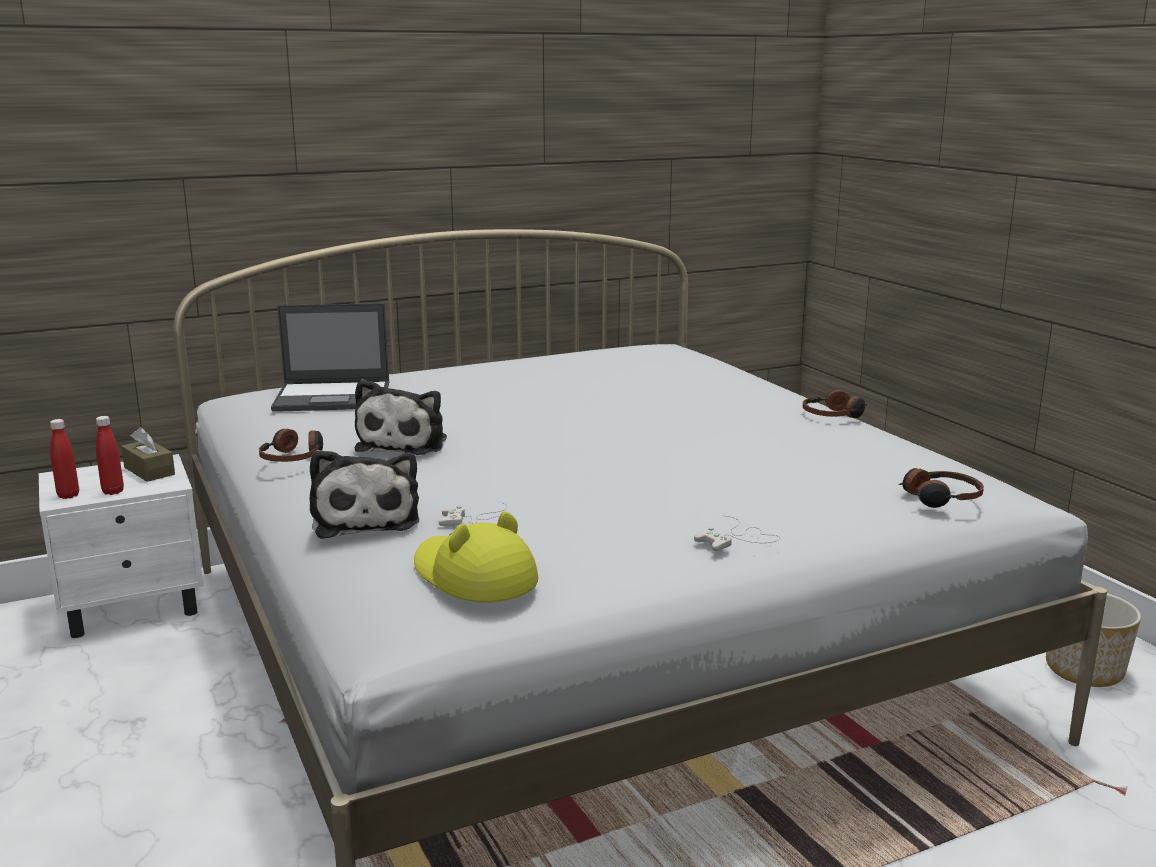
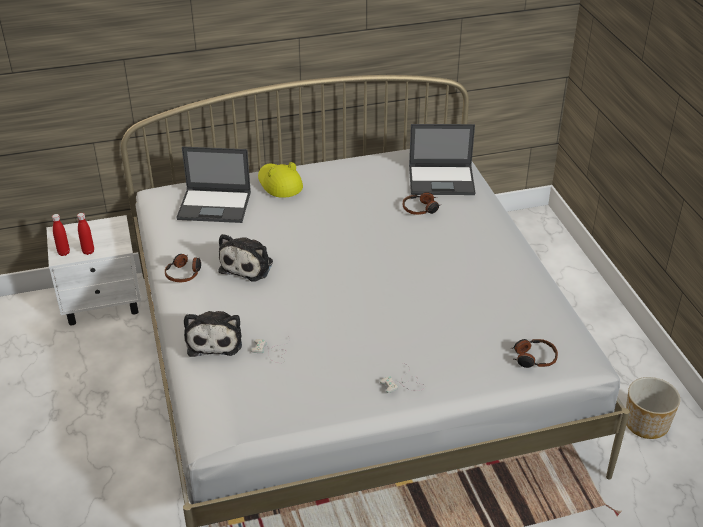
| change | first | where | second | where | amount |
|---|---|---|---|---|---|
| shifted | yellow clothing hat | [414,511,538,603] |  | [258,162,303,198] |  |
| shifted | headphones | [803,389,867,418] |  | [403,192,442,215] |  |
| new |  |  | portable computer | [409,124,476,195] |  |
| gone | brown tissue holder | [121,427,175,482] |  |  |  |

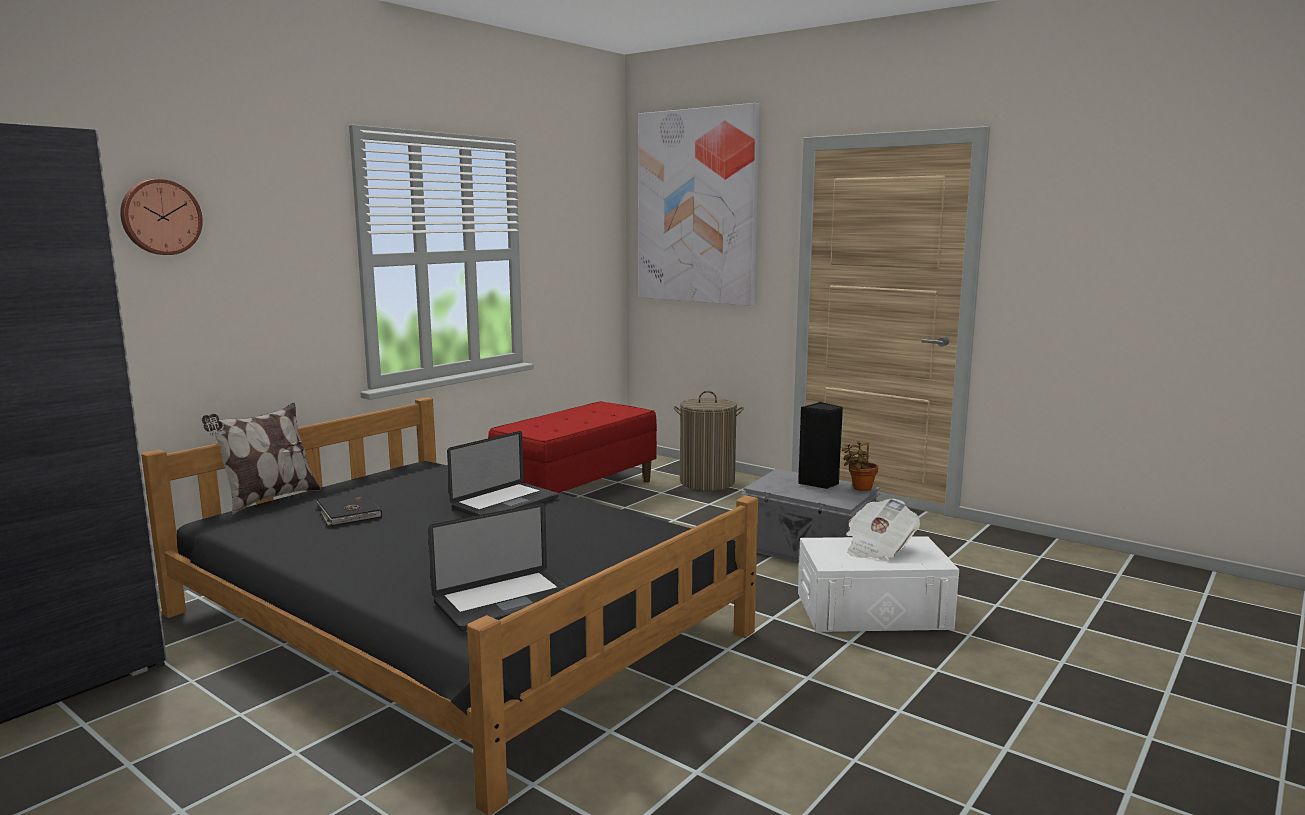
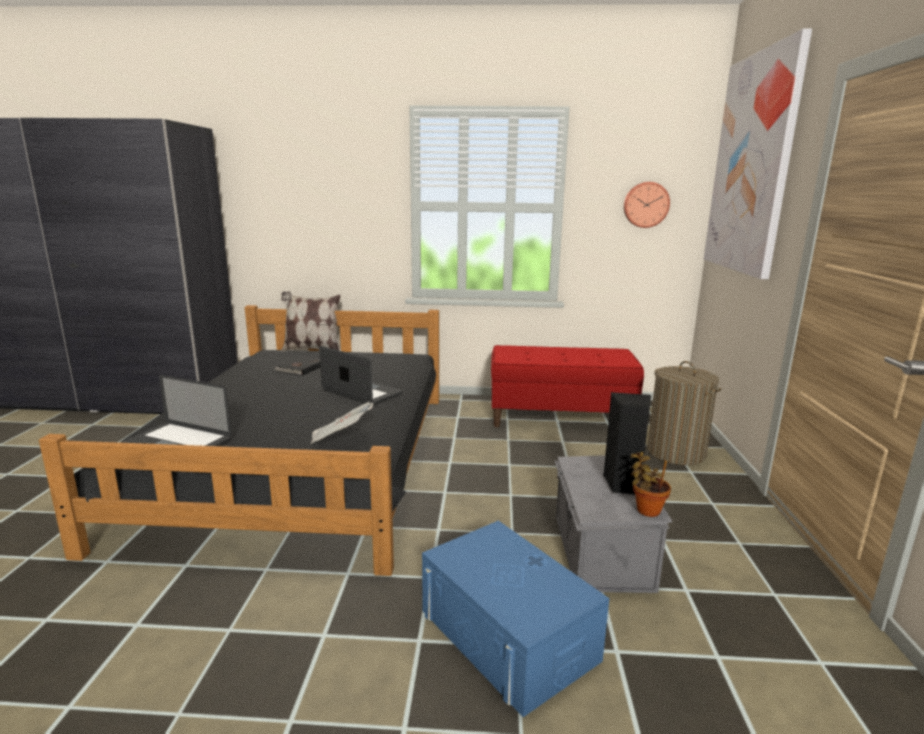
| change | first | where | second | where | amount |
|---|---|---|---|---|---|
| shifted | newspaper | [846,499,920,559] |  | [310,402,373,444] |  |
| rotated | portable computer | [447,431,559,516] |  | [319,346,402,405] | 150 degrees counterclockwise |
| repainted | white storage box | [798,536,959,632] | blue storage box | [422,521,609,717] |  |
| shifted | clock on the wall | [120,179,203,255] |  | [624,182,670,228] |  |

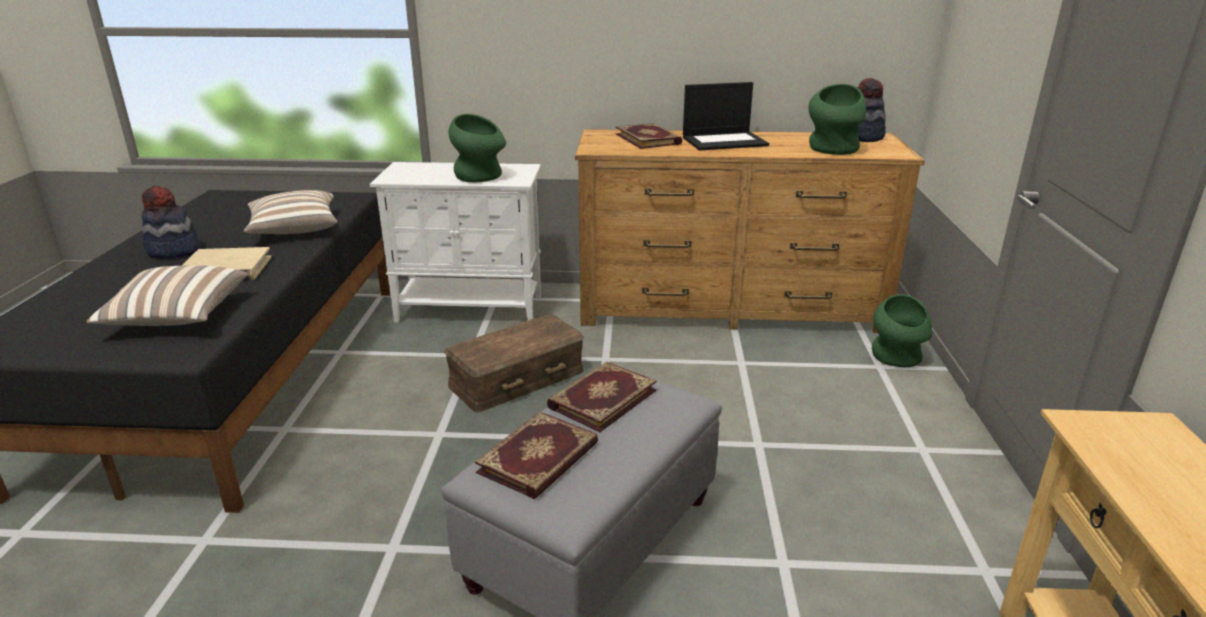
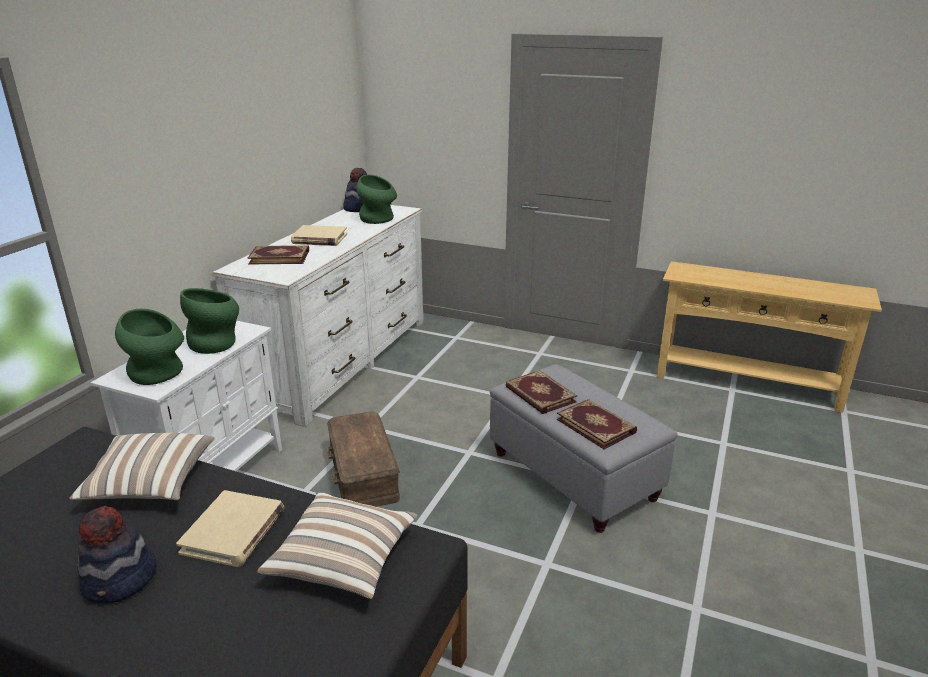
| change | first | where | second | where | amount |
|---|---|---|---|---|---|
| shifted | green decorative vase | [872,294,932,367] |  | [115,309,184,385] |  |
| repainted | brown dresser | [575,129,925,333] | white dresser | [212,205,423,427] |  |
| swapped | portable computer | [683,82,769,151] | beige book | [291,225,347,246] |  |

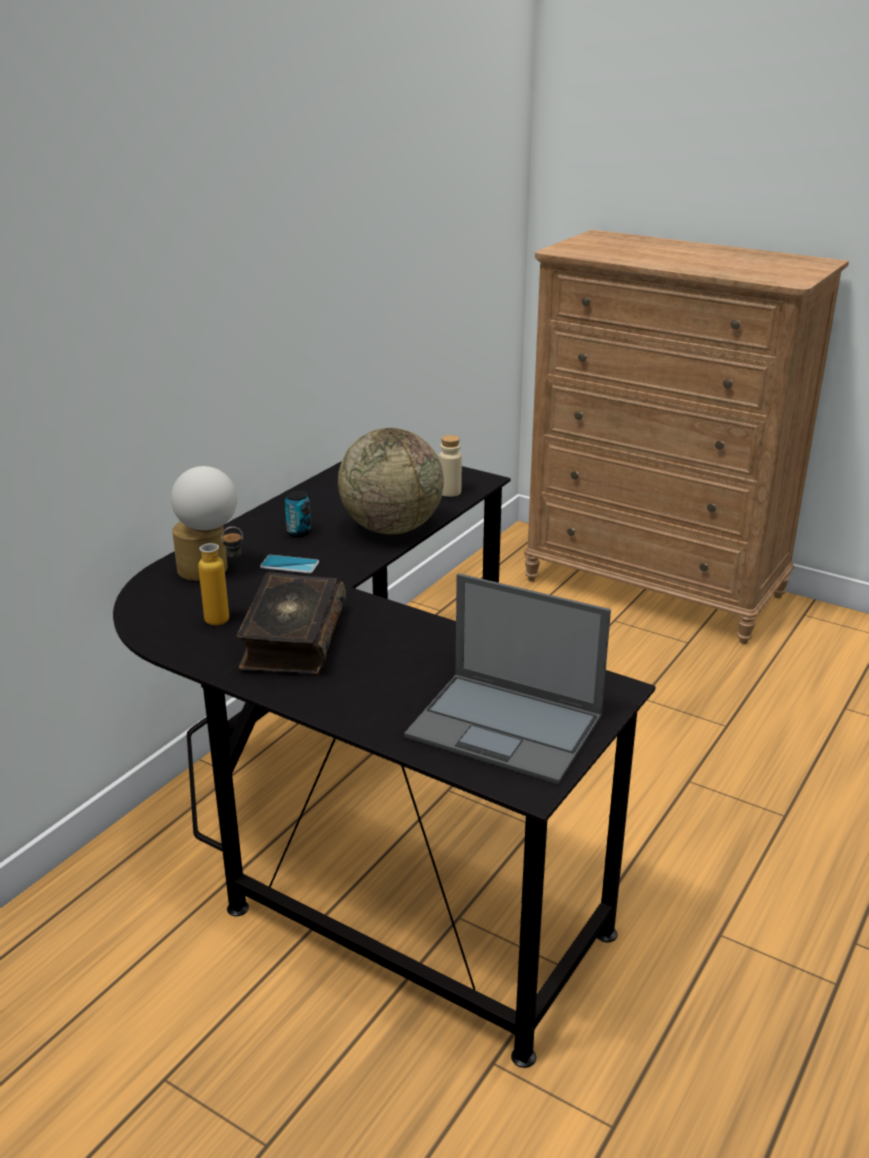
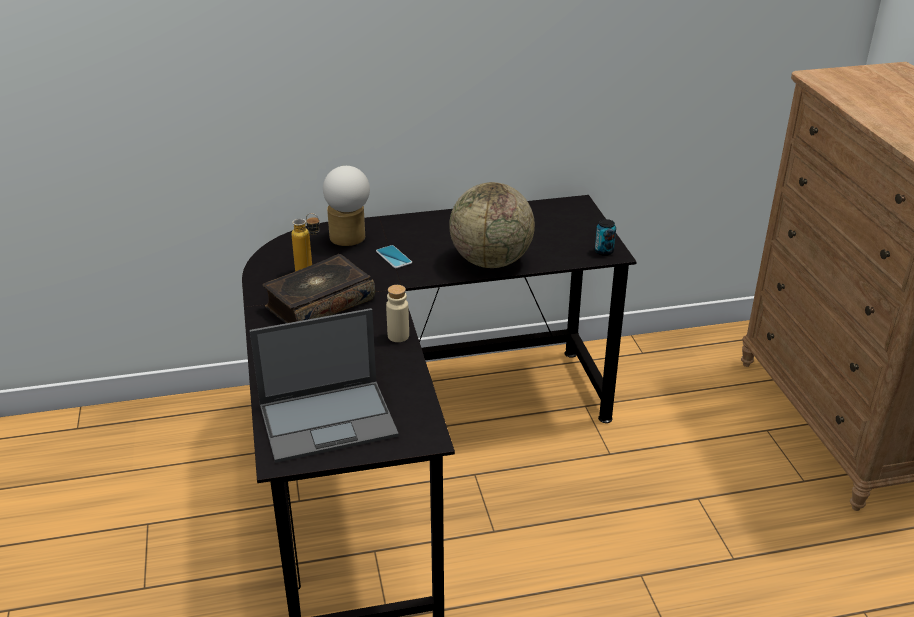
| change | first | where | second | where | amount |
|---|---|---|---|---|---|
| rotated | portable computer | [404,573,611,785] |  | [250,308,399,463] | 90 degrees counterclockwise |
| shifted | beige beverage bottle | [439,435,462,497] |  | [386,285,409,342] |  |
| shifted | sealed can | [285,491,311,537] |  | [595,219,616,256] |  |

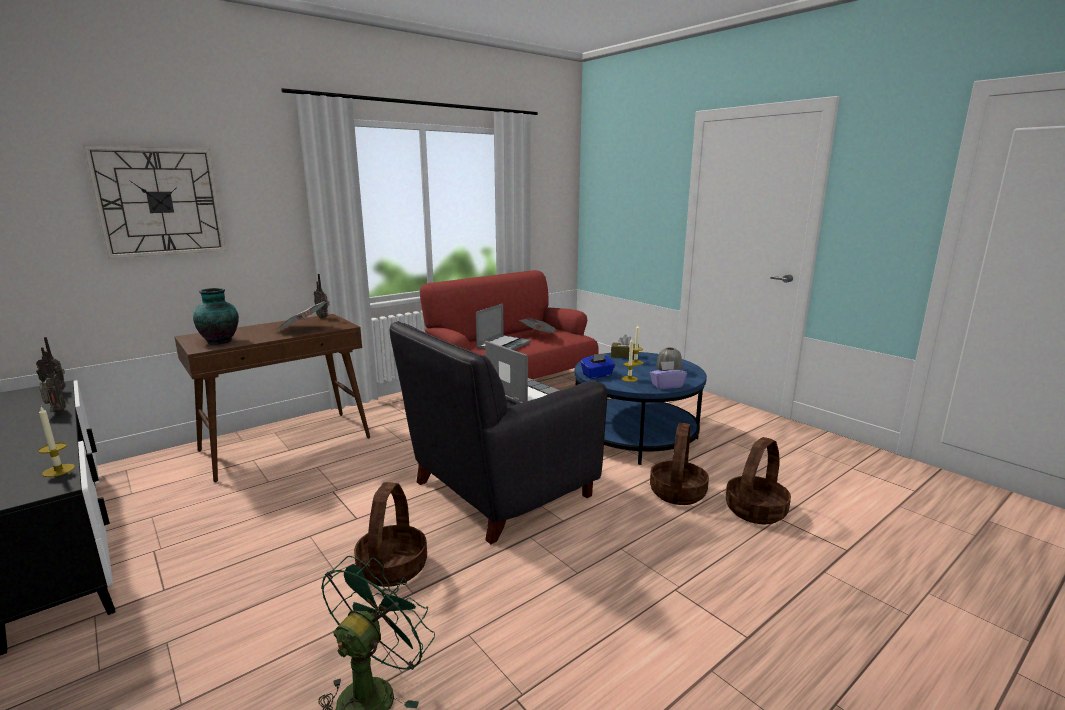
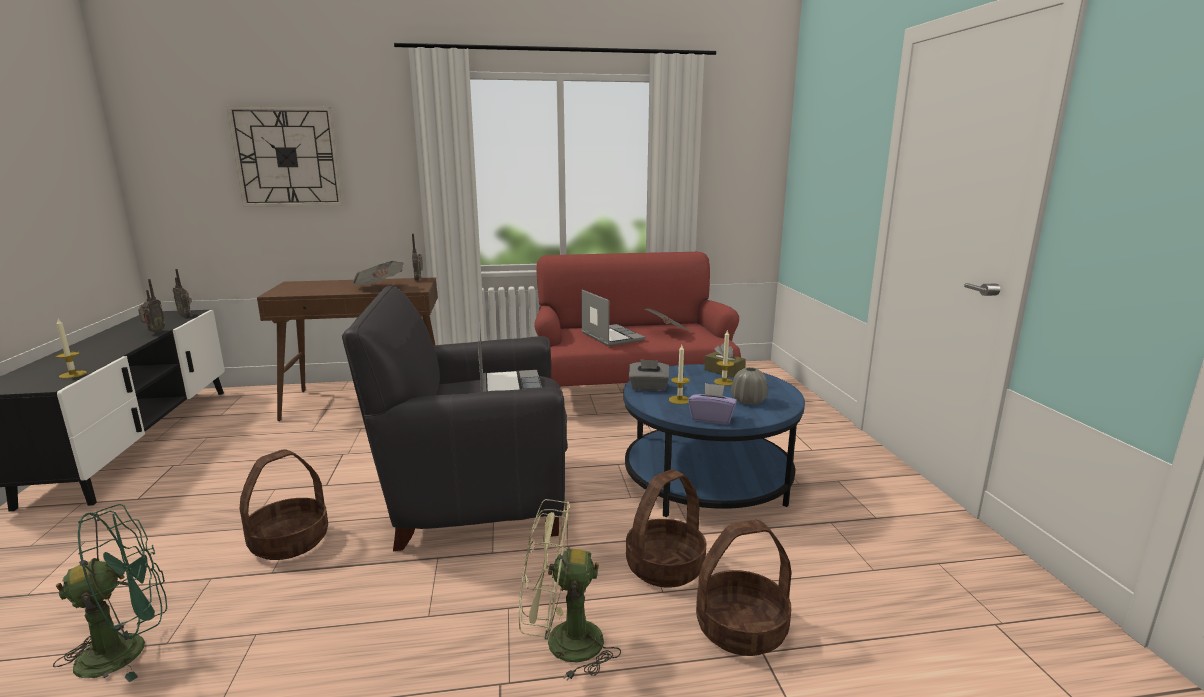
| change | first | where | second | where | amount |
|---|---|---|---|---|---|
| new |  |  | green fan | [519,499,621,681] |  |
| rotated | portable computer | [476,303,531,350] |  | [581,290,645,346] | 90 degrees counterclockwise |
| repainted | blue tissue holder | [581,353,615,379] | grey tissue holder | [629,359,669,391] |  |
| gone | decorative vase | [193,288,239,345] |  |  |  |

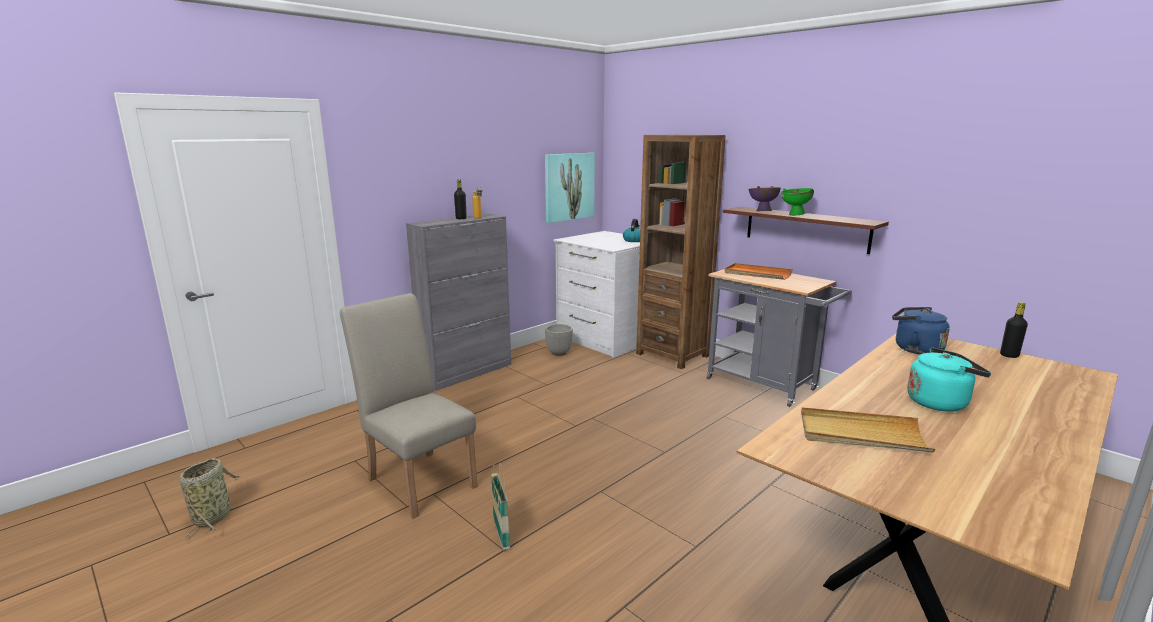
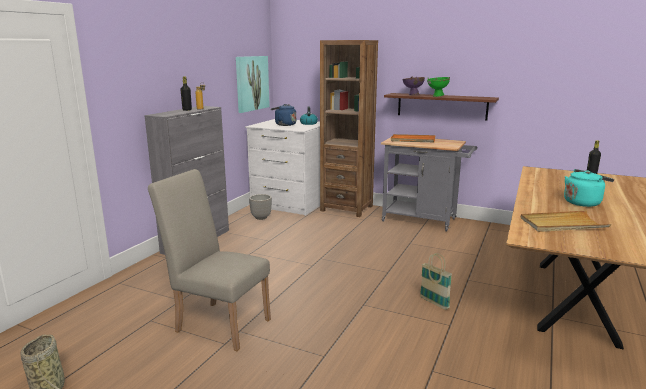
| change | first | where | second | where | amount |
|---|---|---|---|---|---|
| shifted | blue kettle | [892,307,950,355] |  | [271,104,296,126] |  |
| shifted | basket | [491,463,510,551] |  | [420,253,452,310] |  |

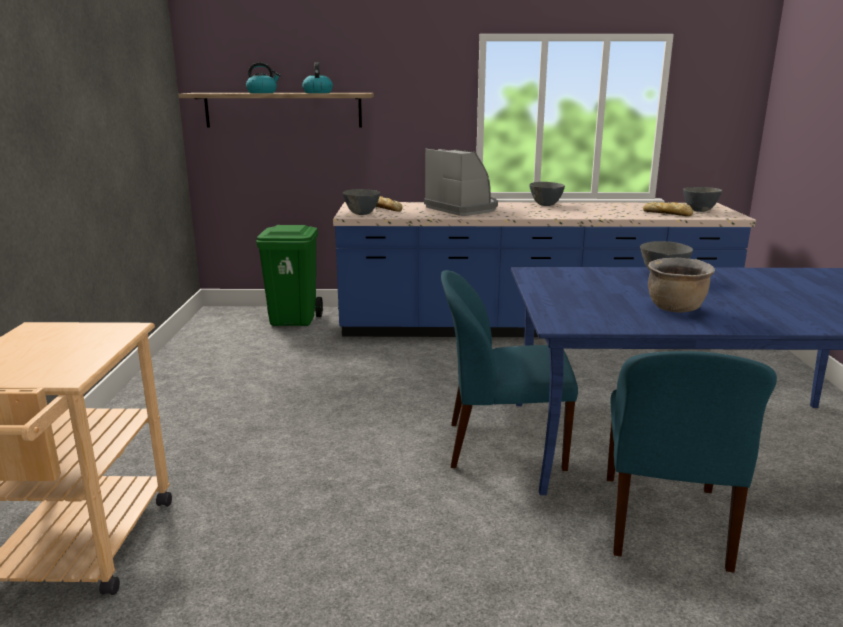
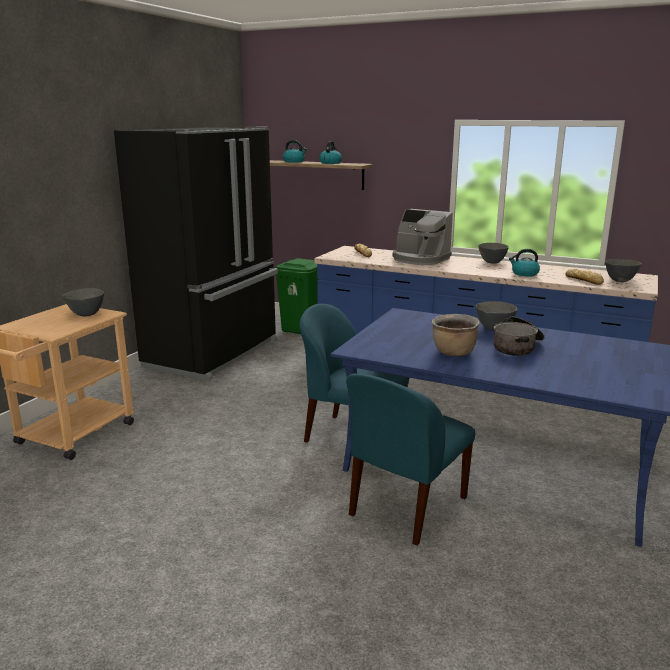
| change | first | where | second | where | amount |
|---|---|---|---|---|---|
| shifted | grey deep dish | [343,189,380,215] |  | [63,288,104,316] |  |
| new |  |  | black-coloured kitchen fridge | [114,126,278,381] |  |
| rotated | coffee maker | [424,149,498,216] |  | [393,209,453,265] | 135 degrees clockwise |
| new |  |  | saucepot | [494,317,545,356] |  |
| new |  |  | kettle | [509,249,540,276] |  |

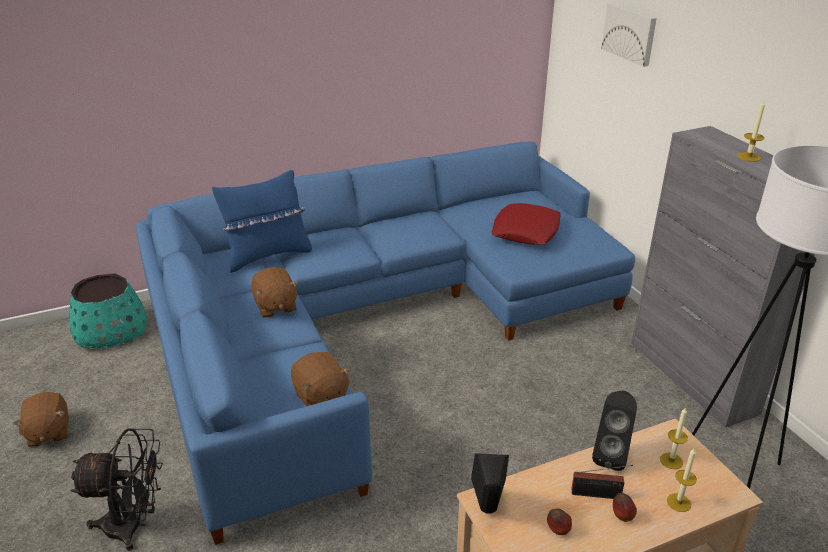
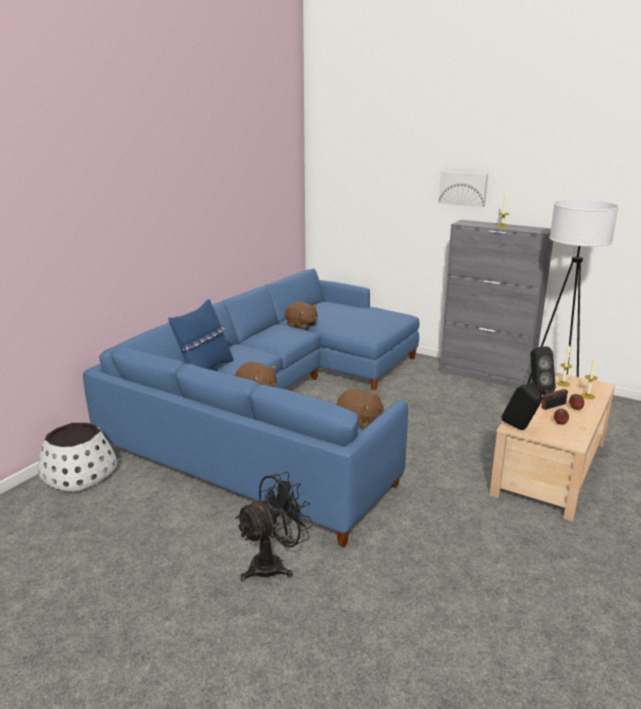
| change | first | where | second | where | amount |
|---|---|---|---|---|---|
| repainted | turquoise-coloured flower pot | [69,273,147,348] | white flower pot | [38,423,117,492] |  |
| shifted | brown soft toy | [13,392,69,447] |  | [285,302,317,330] |  |
| shifted | picture | [601,3,657,67] |  | [439,172,488,207] |  |
| gone | red throw pillow | [492,203,561,245] |  |  |  |

